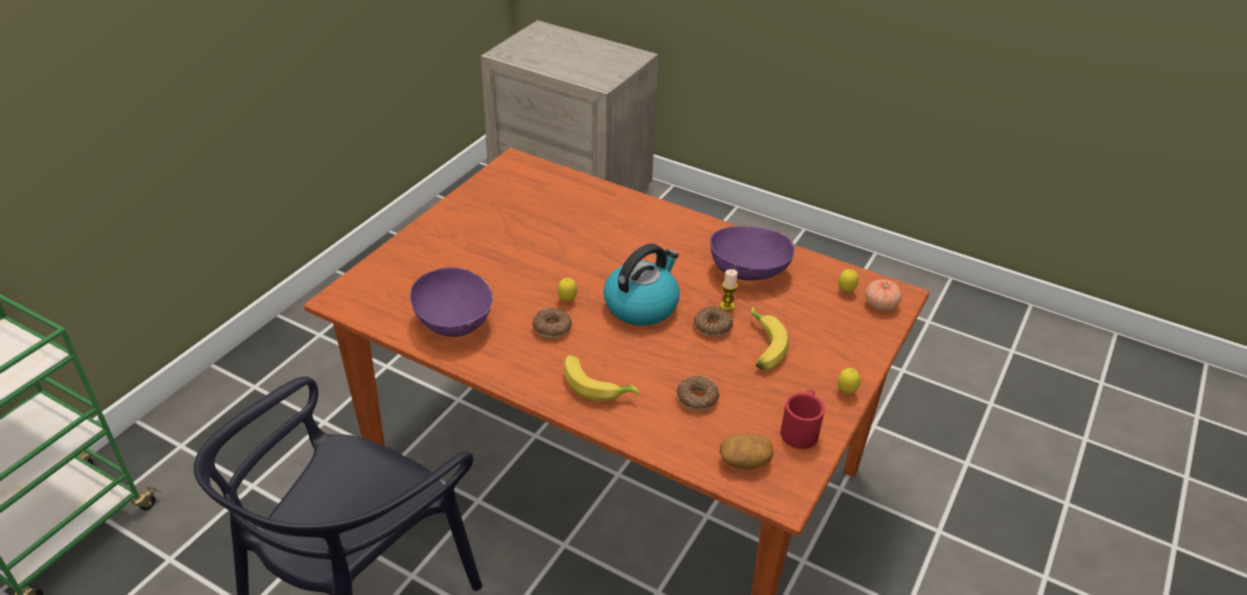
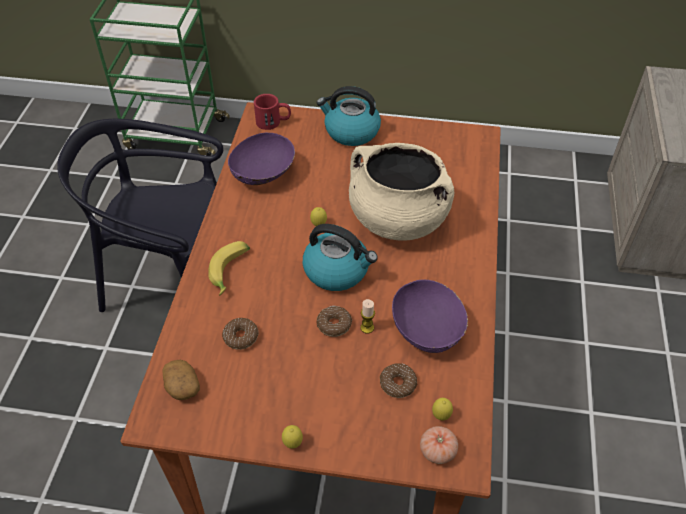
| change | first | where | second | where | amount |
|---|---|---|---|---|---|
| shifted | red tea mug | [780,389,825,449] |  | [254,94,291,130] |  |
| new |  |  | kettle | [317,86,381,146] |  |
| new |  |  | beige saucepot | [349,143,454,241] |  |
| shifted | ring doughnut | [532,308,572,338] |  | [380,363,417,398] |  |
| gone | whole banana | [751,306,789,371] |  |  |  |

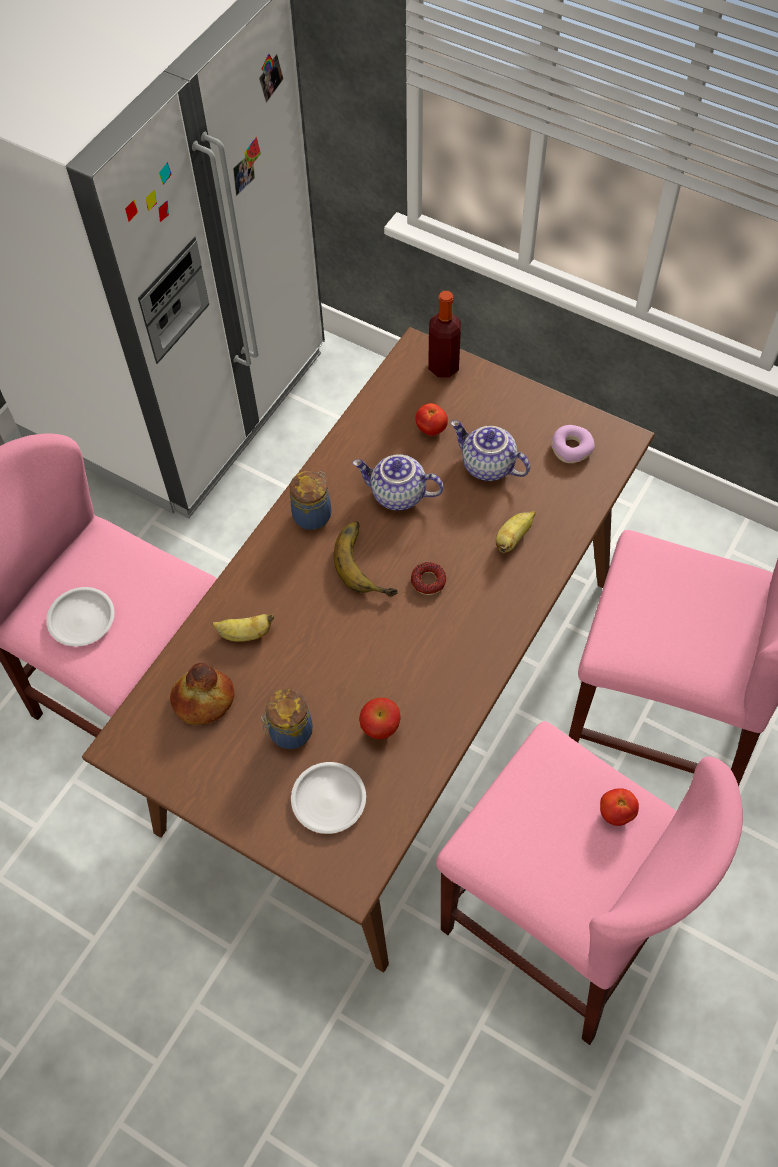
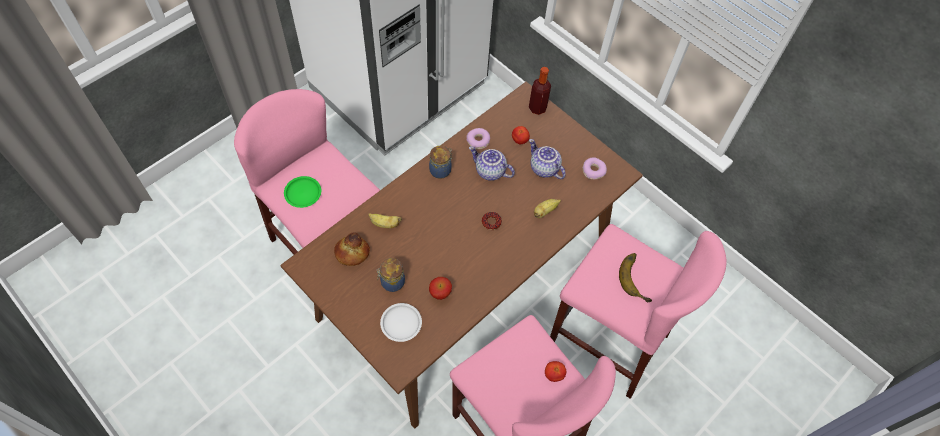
| change | first | where | second | where | amount |
|---|---|---|---|---|---|
| repainted | white flat dish | [46,587,114,647] | green flat dish | [284,176,321,208] |  |
| new |  |  | ring doughnut | [467,128,490,149] |  |
| shifted | whole banana | [334,521,398,597] |  | [619,253,652,302] |  |

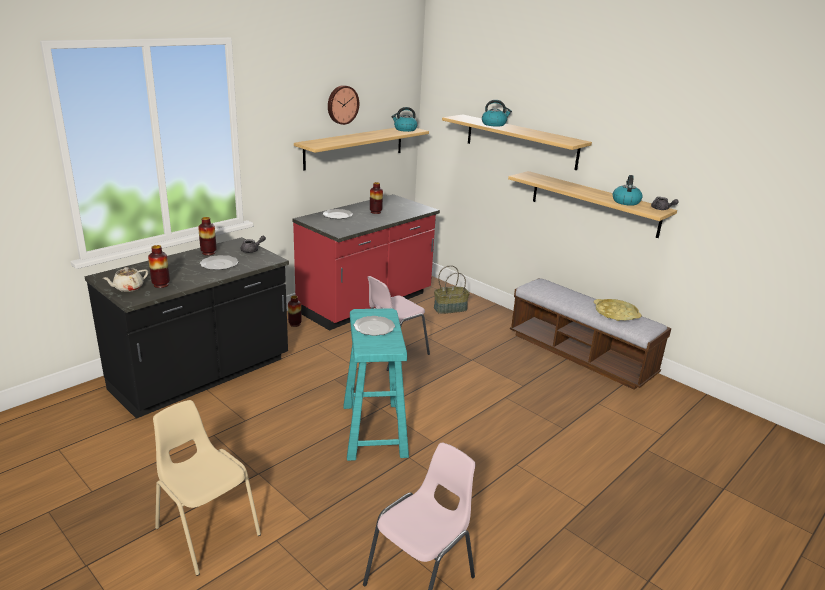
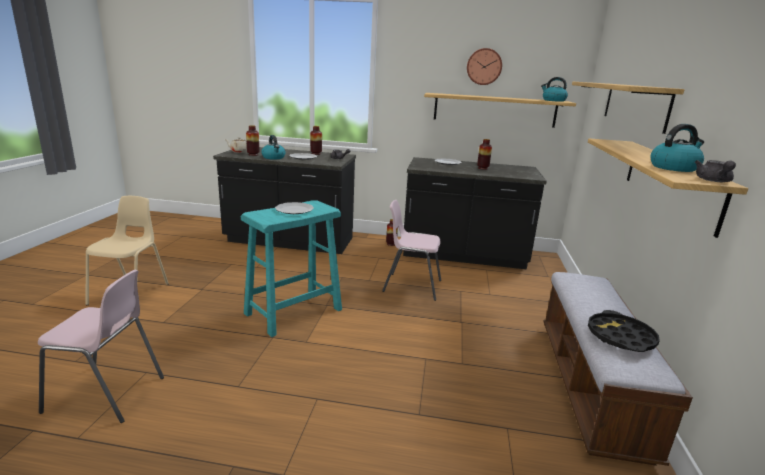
| change | first | where | second | where | amount |
|---|---|---|---|---|---|
| shifted | kettle | [482,100,512,127] |  | [261,135,286,159] |  |
| repainted | red counter | [292,194,440,331] | black-coloured counter | [403,157,547,269] |  |
| repainted | yellow carrying tray | [594,299,642,321] | black-coloured carrying tray | [588,310,660,352] |  |
| gone | basket | [434,265,470,314] |  |  |  |

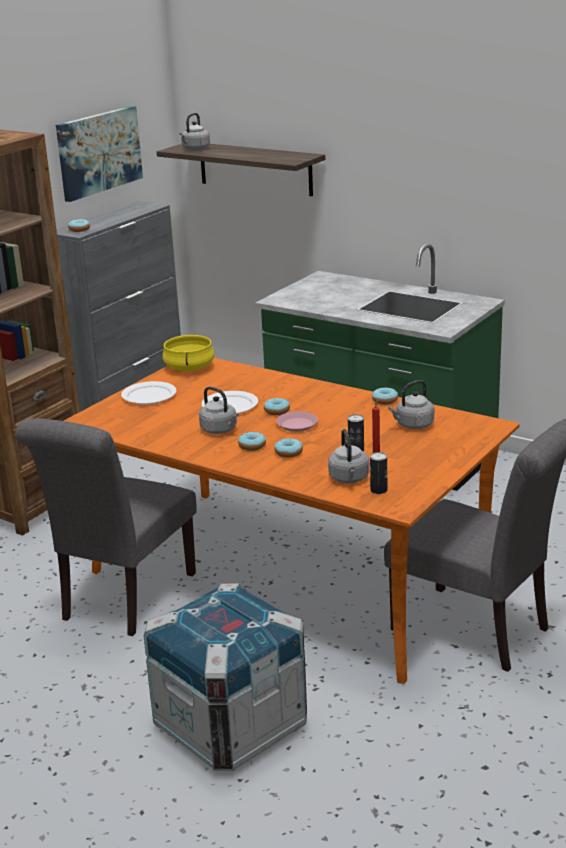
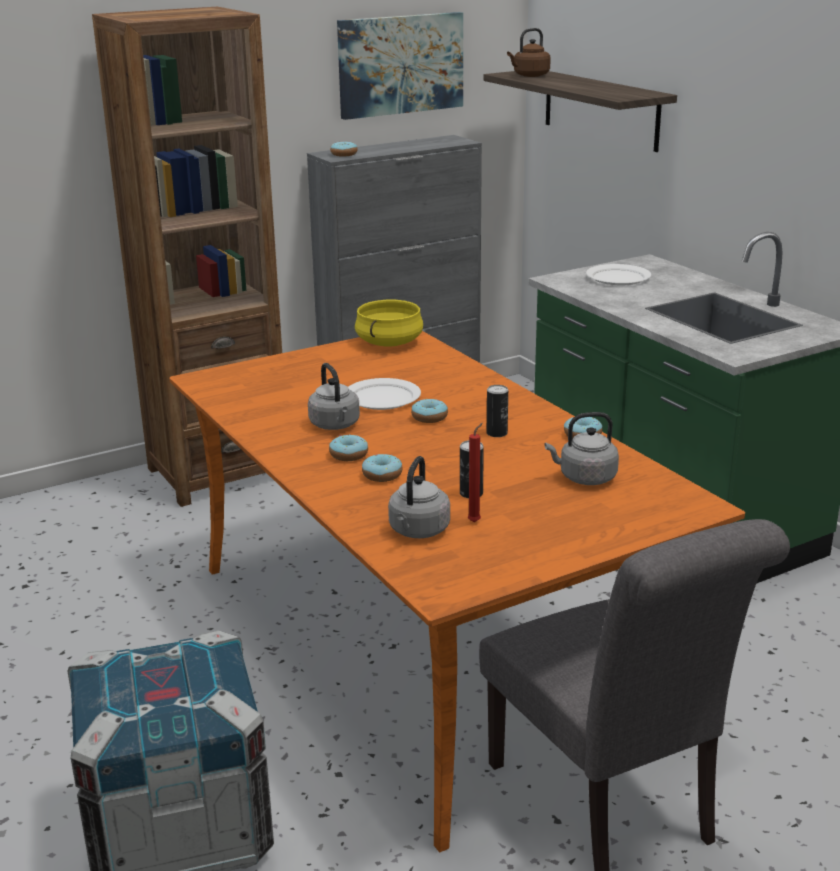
| change | first | where | second | where | amount |
|---|---|---|---|---|---|
| shifted | sealed can | [370,452,387,494] |  | [487,385,508,437] |  |
| repainted | grey kettle | [179,113,210,150] | brown kettle | [507,28,551,77] |  |
| shifted | white flat dish | [121,381,177,404] |  | [586,264,651,285] |  |
| gone | grey upright chair | [15,418,196,636] |  |  |  |
| gone | pink-coloured flat dish | [276,411,318,432] |  |  |  |

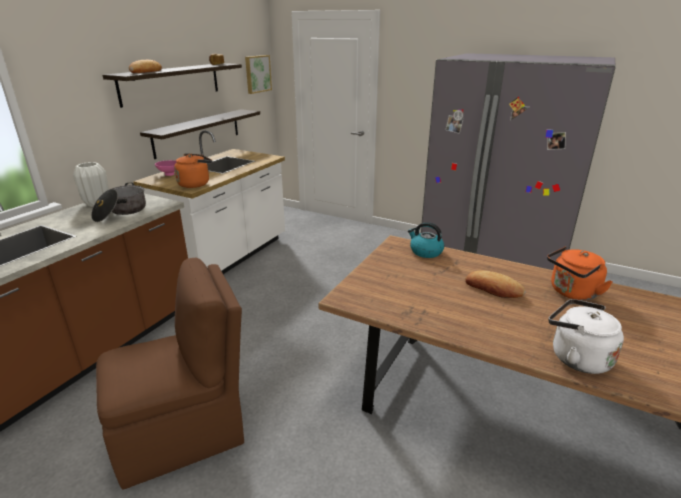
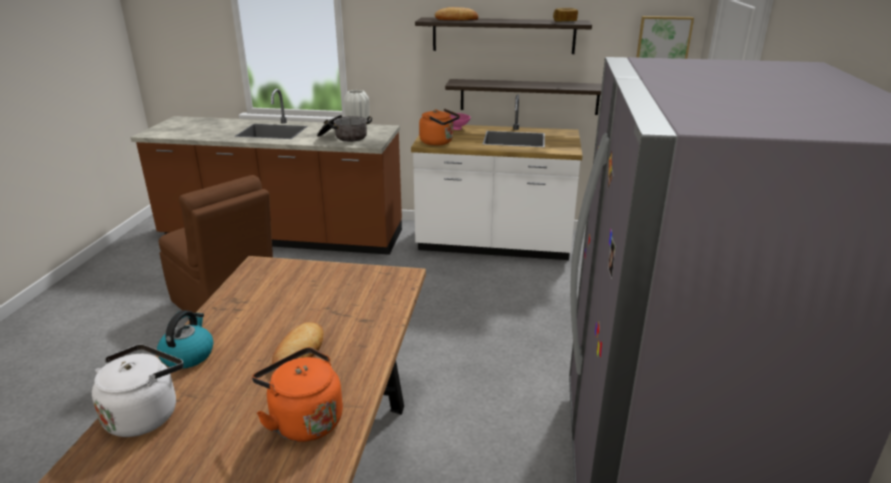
| change | first | where | second | where | amount |
|---|---|---|---|---|---|
| shifted | kettle | [408,222,444,258] |  | [157,310,213,369] |  |

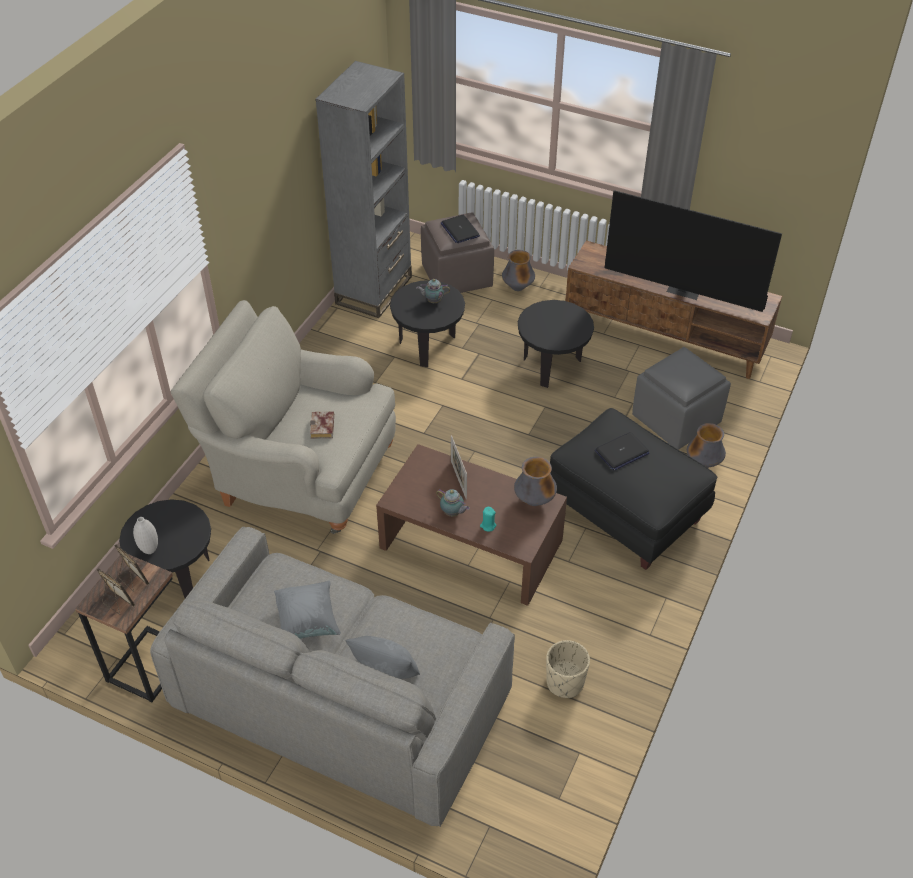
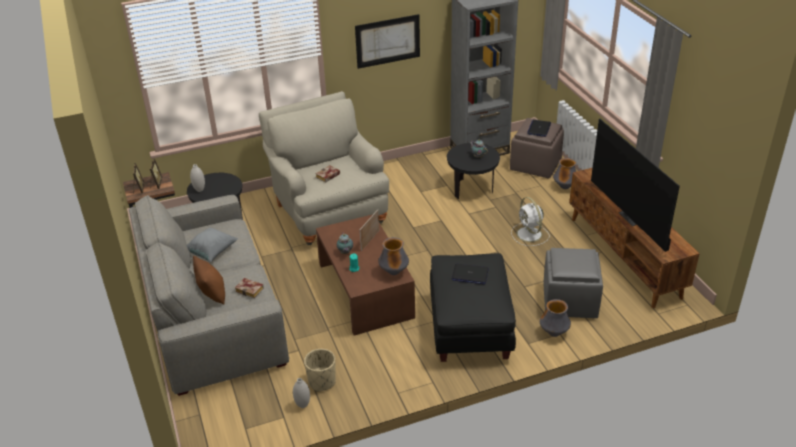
| change | first | where | second | where | amount |
|---|---|---|---|---|---|
| repainted | grey throw pillow | [345,636,420,679] | brown throw pillow | [193,256,225,304] |  |
| new |  |  | book | [235,278,264,298] |  |
| new |  |  | white decorative vase | [293,378,310,408] |  |
| new |  |  | picture | [355,14,420,69] |  |
| swapped | black-coloured end table | [518,300,594,388] | white fan | [511,197,550,246] |  |

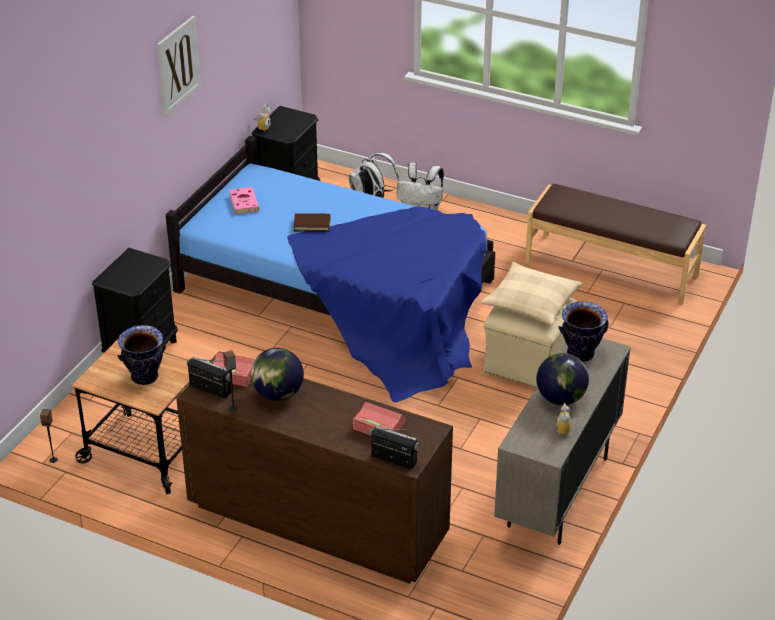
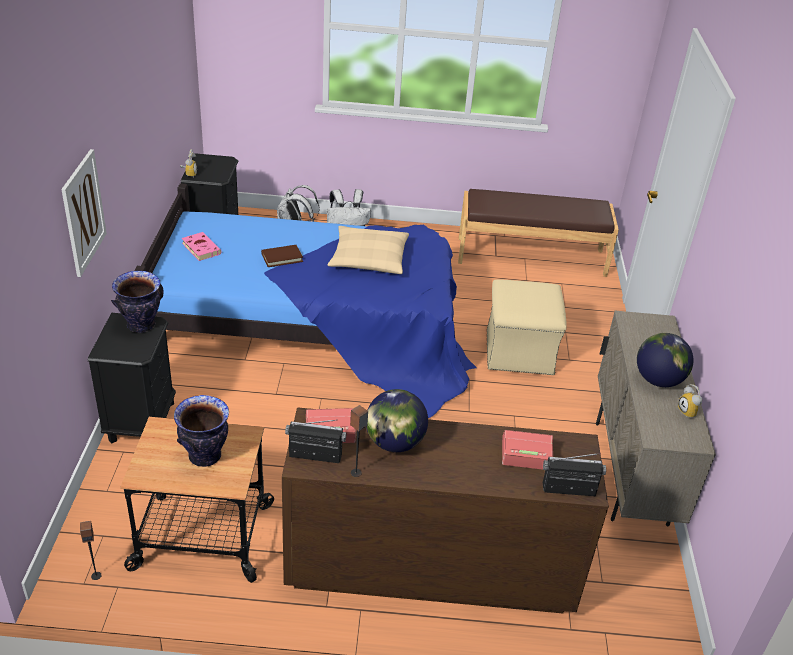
| change | first | where | second | where | amount |
|---|---|---|---|---|---|
| shifted | picture | [157,16,201,116] |  | [61,149,107,277] |  |
| shifted | decorative vase | [559,301,609,362] |  | [111,271,164,333] |  |
| shifted | beige throw pillow | [481,262,582,325] |  | [328,226,409,274] |  |

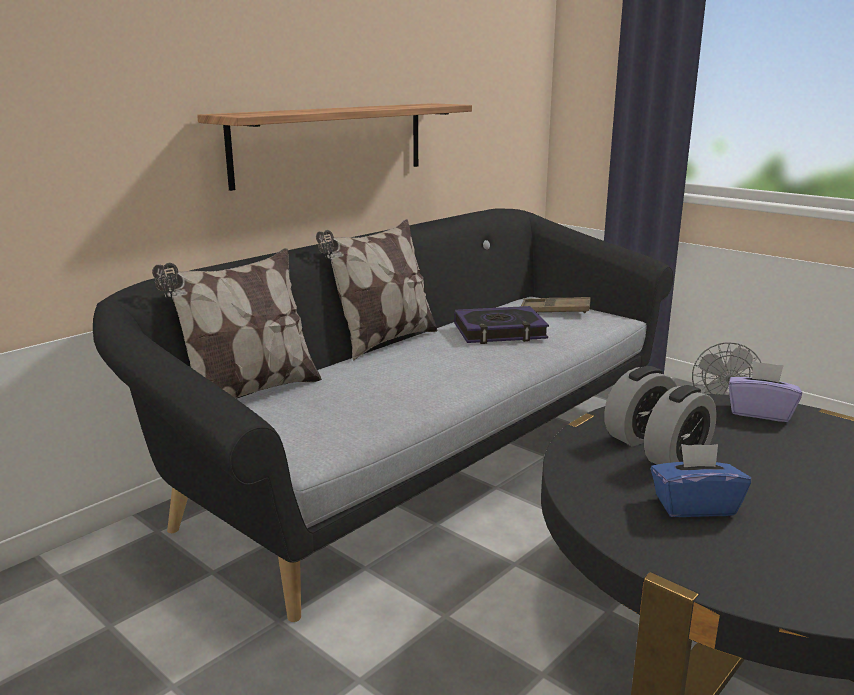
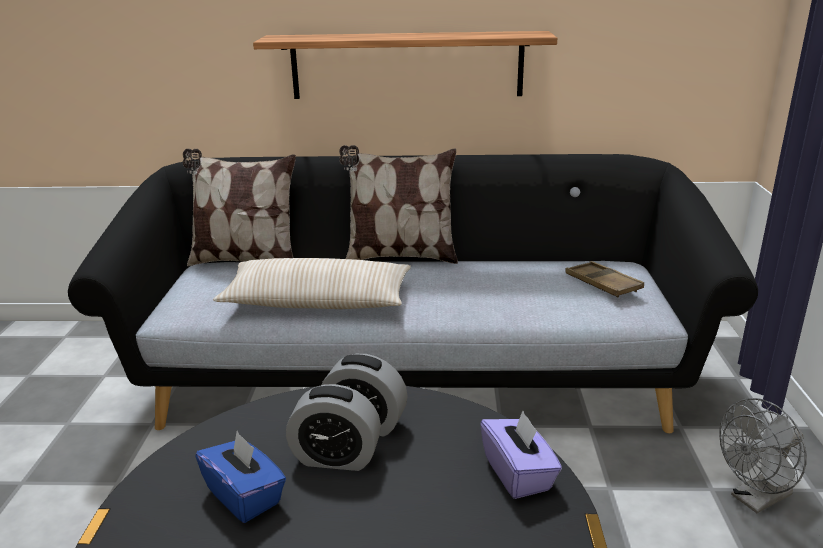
| change | first | where | second | where | amount |
|---|---|---|---|---|---|
| new |  |  | beige throw pillow | [213,258,411,309] |  |
| gone | book | [454,306,549,344] |  |  |  |

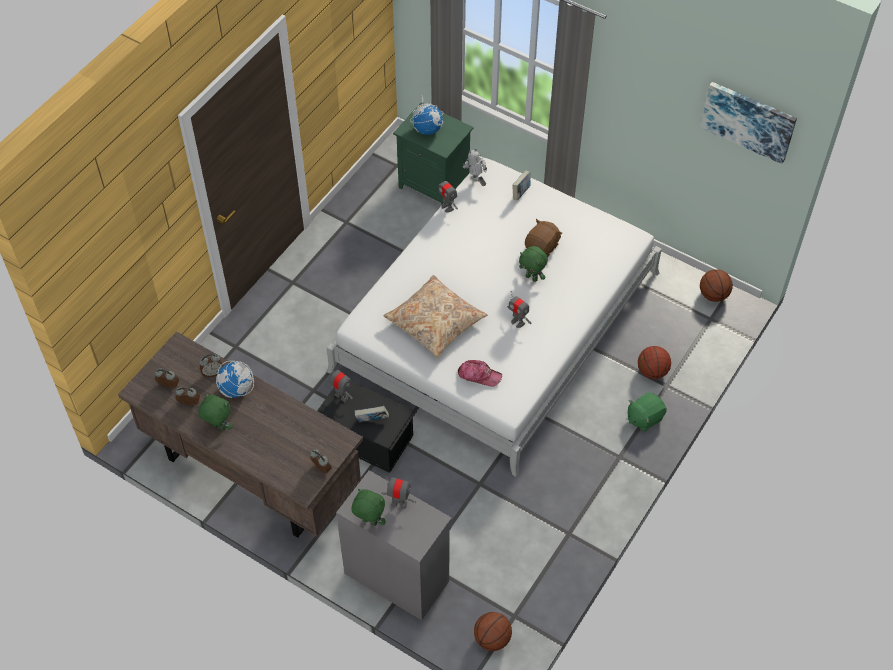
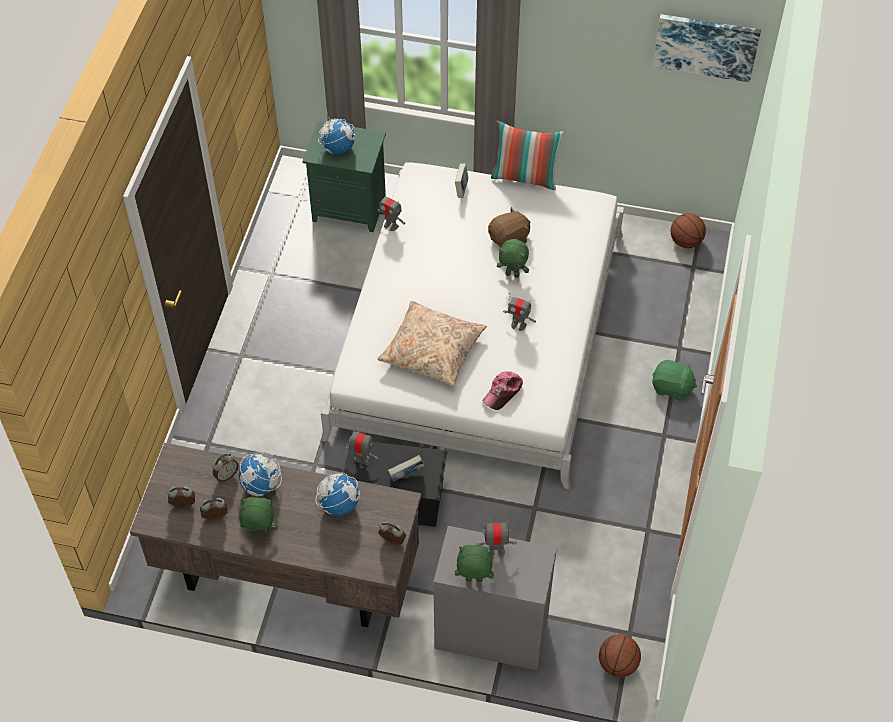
| change | first | where | second | where | amount |
|---|---|---|---|---|---|
| new |  |  | globe | [316,469,360,515] |  |
| rotated | cap | [458,360,502,387] |  | [483,371,523,410] | 135 degrees clockwise |
| rotated | brown soft toy | [525,219,563,257] |  | [488,207,530,248] | 45 degrees clockwise |
| new |  |  | throw pillow | [491,121,564,190] |  |
| rotated | green soft toy | [628,392,667,432] |  | [652,360,697,401] | 105 degrees counterclockwise |
| gone | robot figure | [463,148,487,186] |  |  |  |
| gone | ball for basketball | [638,346,671,379] |  |  |  |

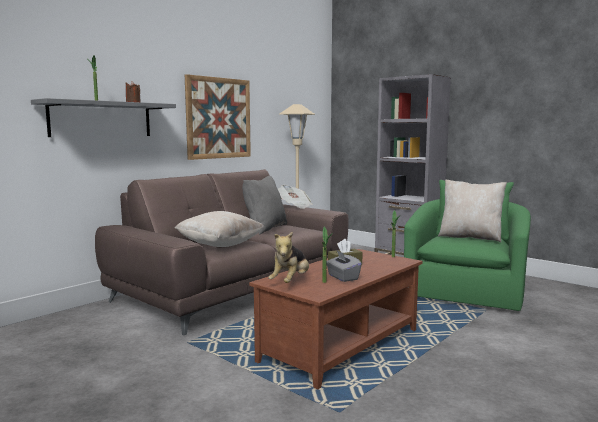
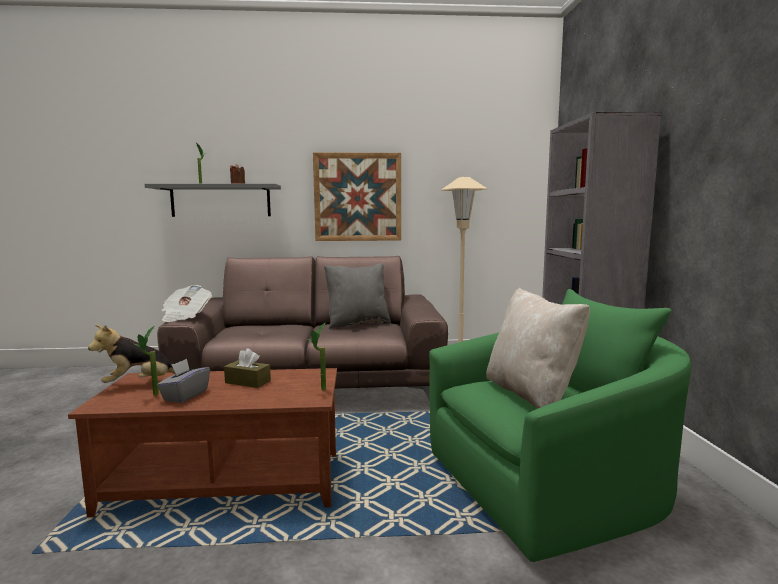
| change | first | where | second | where | amount |
|---|---|---|---|---|---|
| shifted | newspaper | [278,185,312,209] |  | [161,285,212,322] |  |
| gone | beige throw pillow | [175,211,264,247] |  |  |  |

